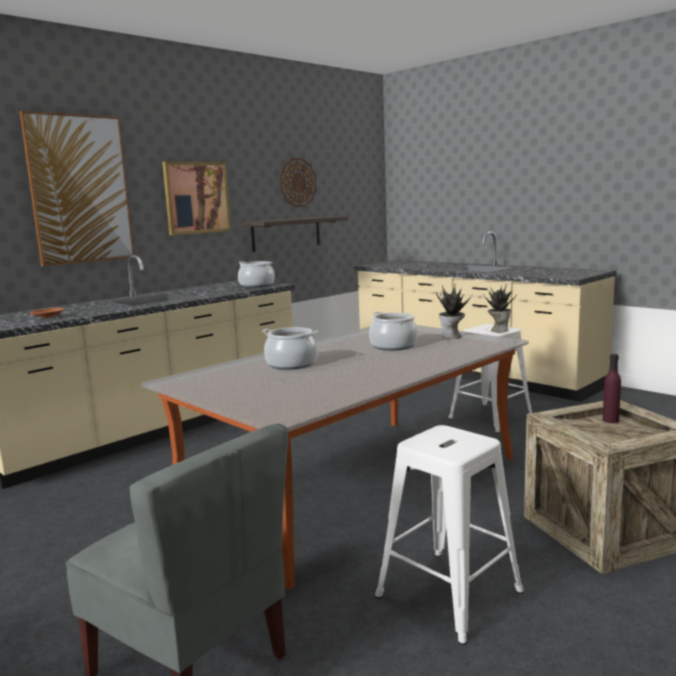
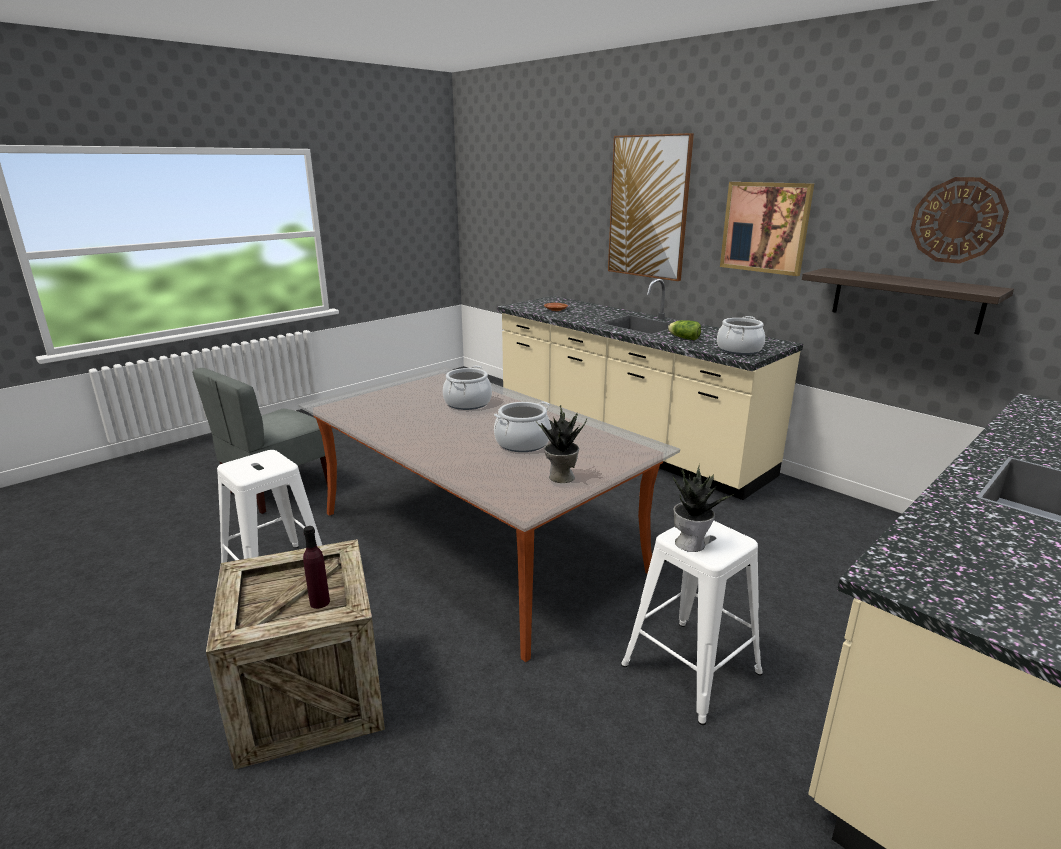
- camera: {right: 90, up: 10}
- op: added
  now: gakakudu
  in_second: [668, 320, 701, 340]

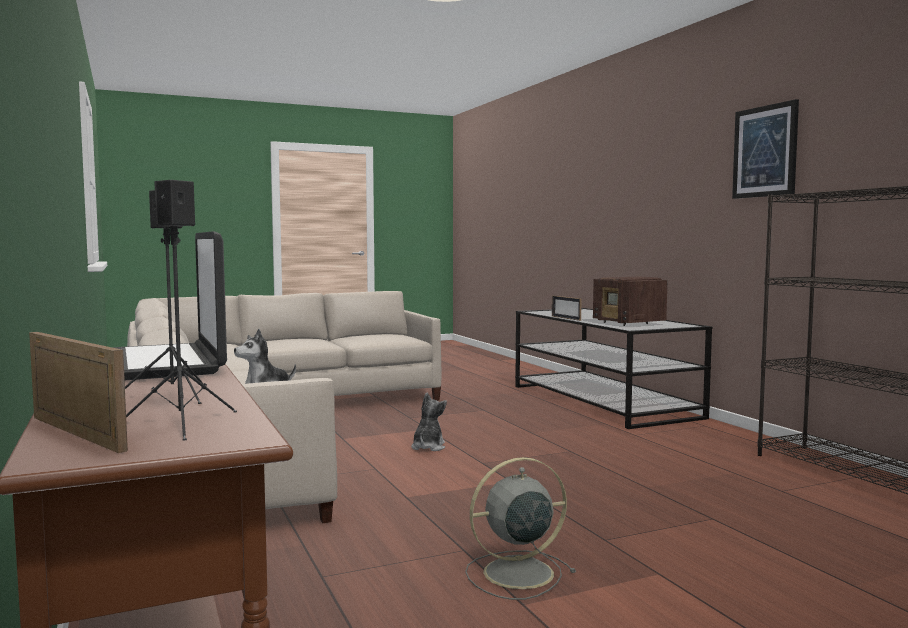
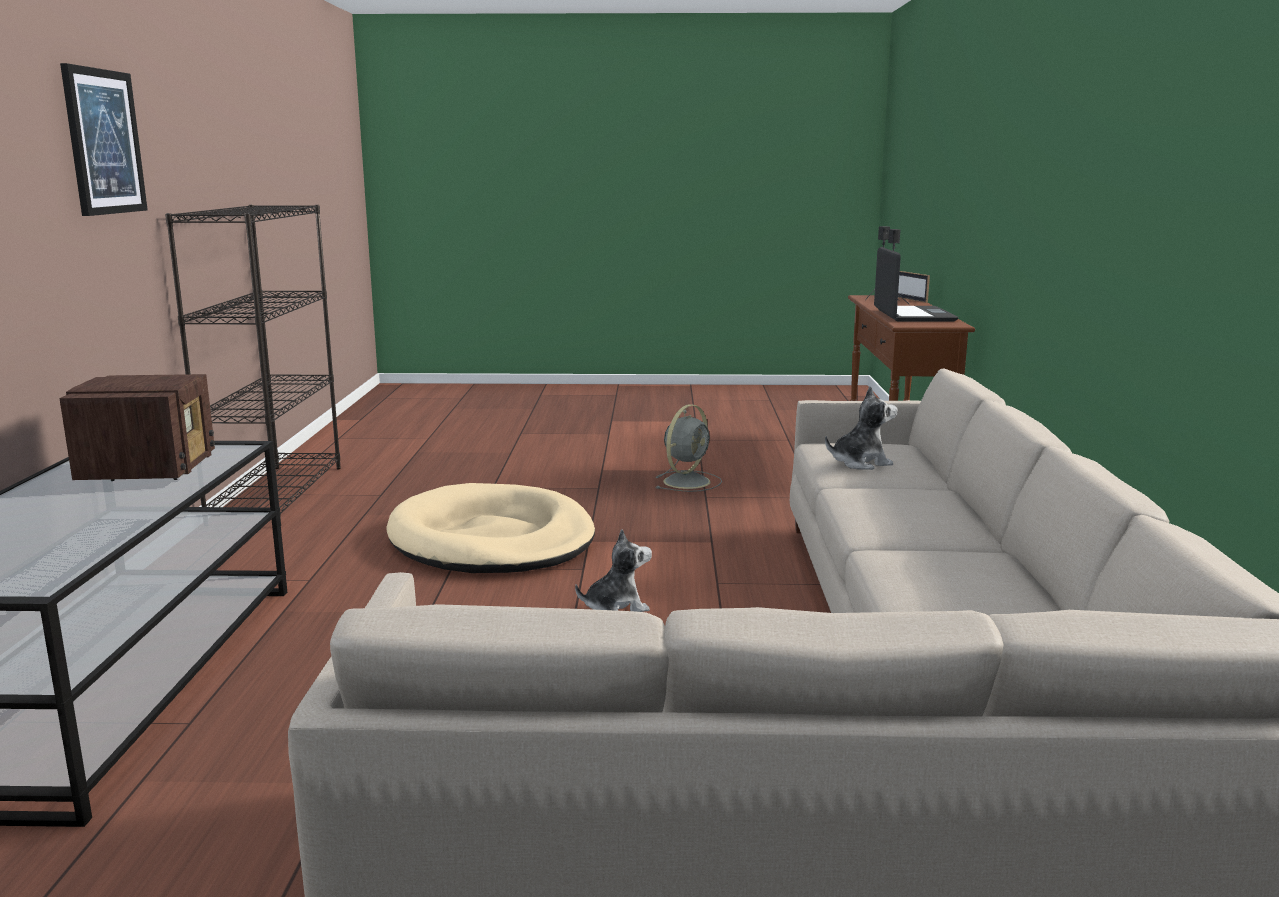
- camera: {right: -155, up: 10}
- op: removed
  was: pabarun
  in_first: [552, 295, 581, 321]
- op: turned
  was: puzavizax
  in_first: [411, 393, 447, 451]
  in_second: [575, 529, 652, 612]
  clockwise: -150
- op: turned
  was: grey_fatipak
  in_first: [465, 457, 576, 600]
  in_second: [656, 404, 722, 492]
  clockwise: -60
- op: added
  now: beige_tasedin
  in_second: [386, 483, 595, 573]

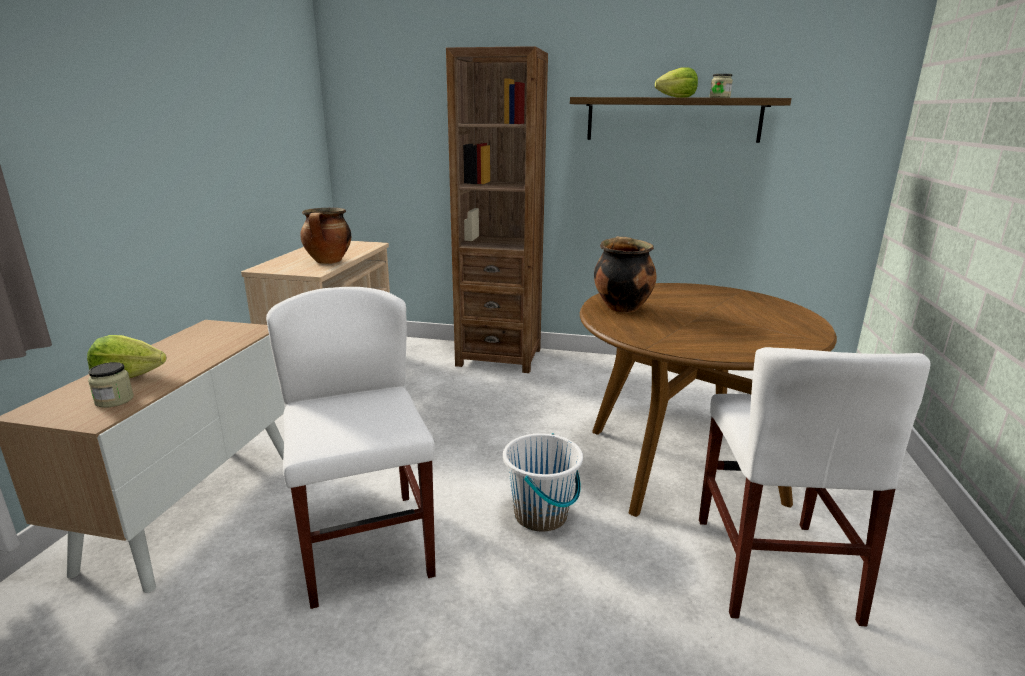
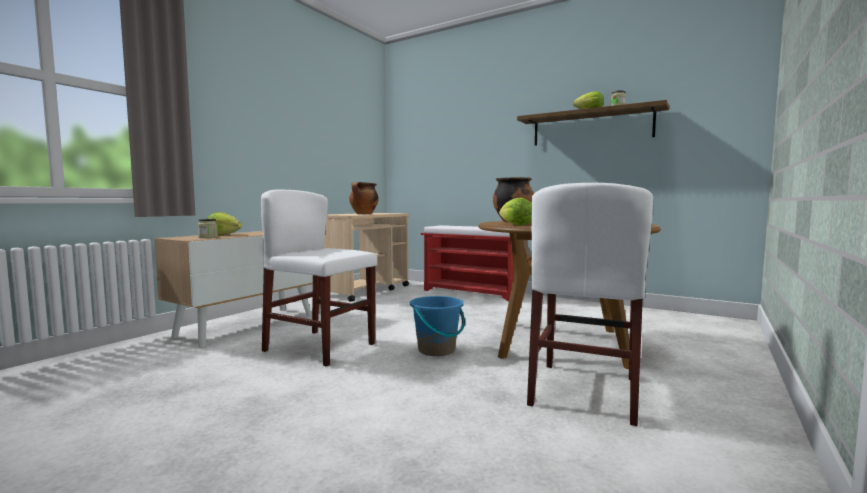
- camera: {right: 20, up: -15}
- op: replaced
  was: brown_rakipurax
  now: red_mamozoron
  in_first: [446, 46, 548, 373]
  in_second: [421, 225, 514, 301]
- op: turned
  was: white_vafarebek
  in_first: [266, 287, 436, 609]
  in_second: [261, 189, 377, 367]
  clockwise: -60
- op: recoloured
  was: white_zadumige
  now: blue_zadumige
  in_first: [503, 433, 583, 532]
  in_second: [410, 296, 465, 356]
- op: added
  now: gakakudu
  in_second: [499, 198, 532, 226]

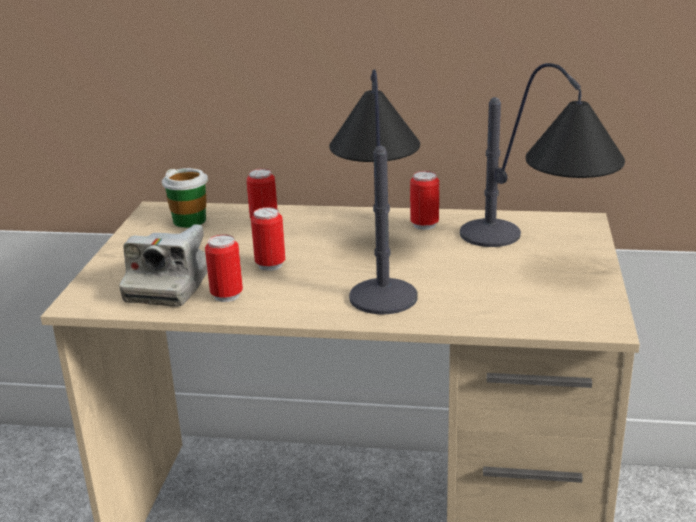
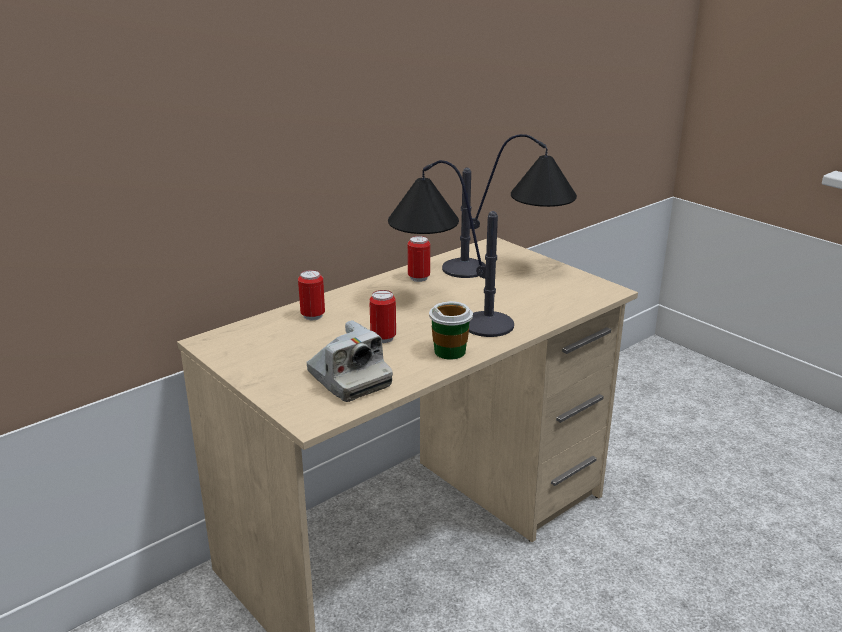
- camera: {right: -50, up: 0}
- op: moved
  was: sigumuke
  in_first: [162, 168, 208, 228]
  in_second: [429, 301, 473, 360]
- op: removed
  was: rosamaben
  in_first: [205, 234, 243, 302]

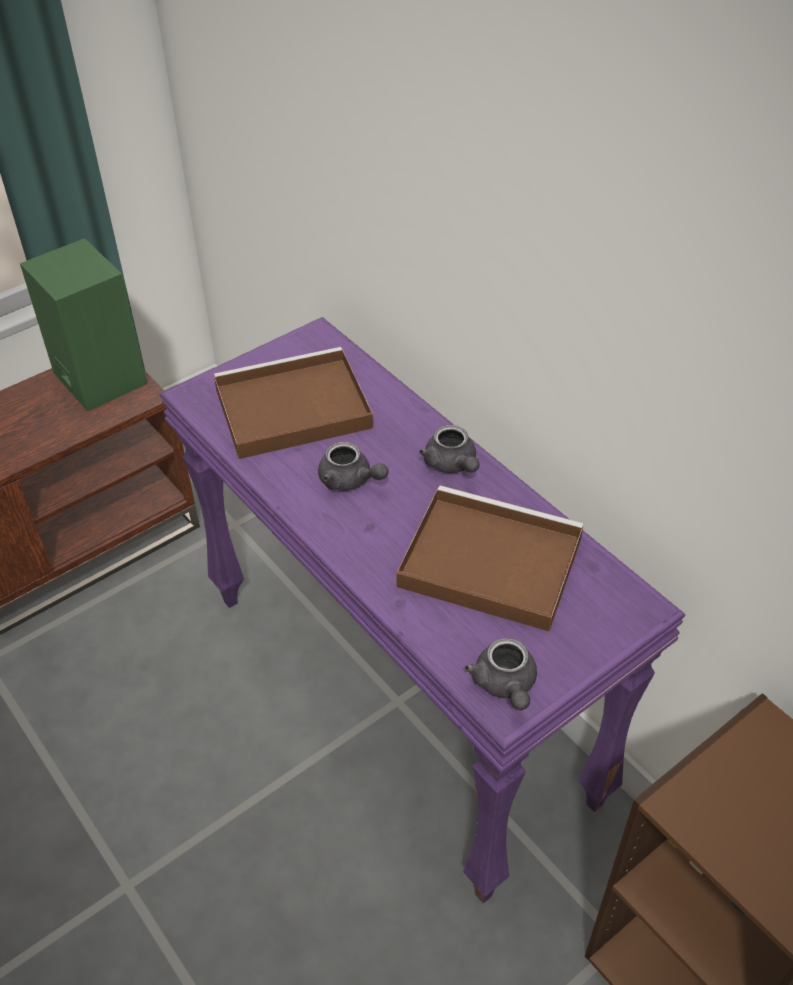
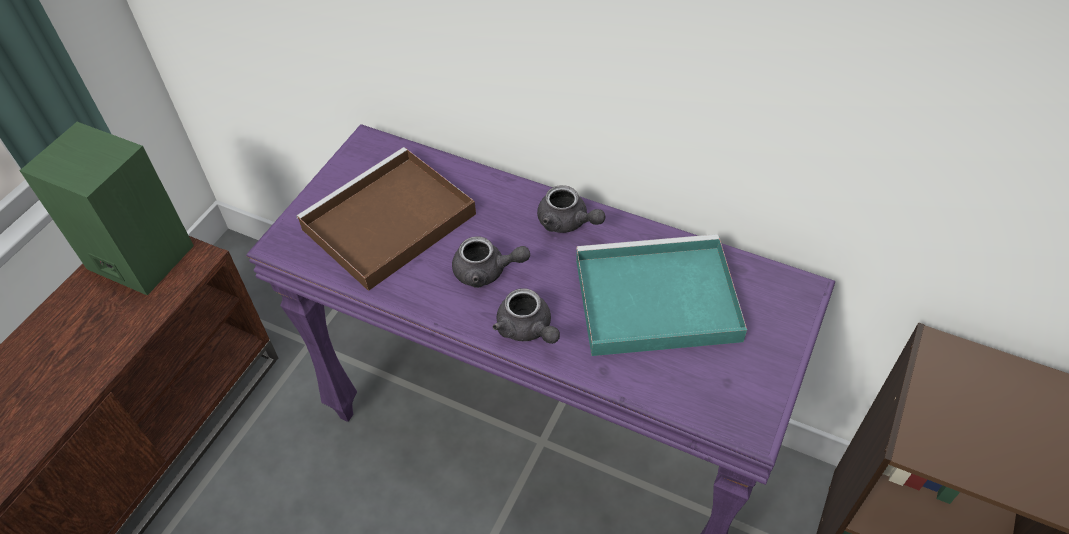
- camera: {right: -25, up: 5}
- op: recoloured
  was: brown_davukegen
  now: turquoise_davukegen
  in_first: [396, 485, 584, 631]
  in_second: [576, 234, 747, 356]
- op: moved
  was: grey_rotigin
  in_first: [464, 638, 537, 711]
  in_second: [493, 288, 560, 344]

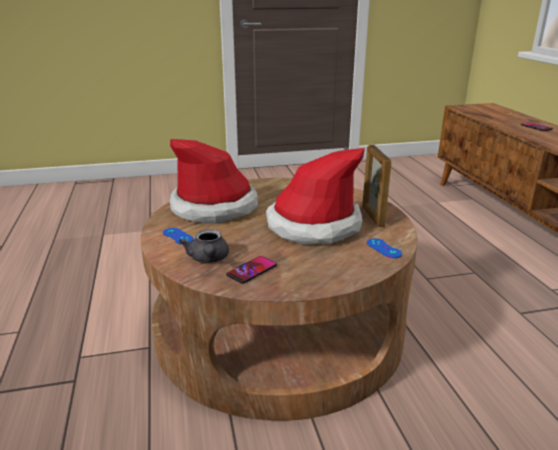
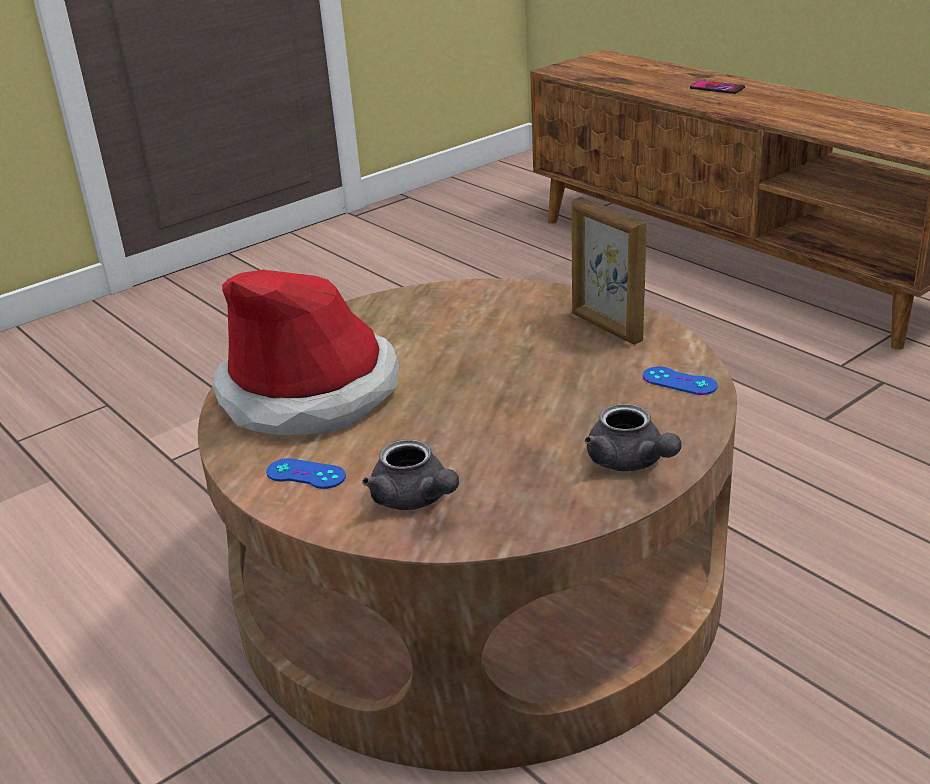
- camera: {right: -25, up: 5}
- op: removed
  was: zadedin
  in_first: [266, 148, 365, 245]
- op: removed
  was: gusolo
  in_first: [226, 256, 277, 284]
- op: added
  now: grey_rotigin
  in_second: [585, 404, 681, 472]

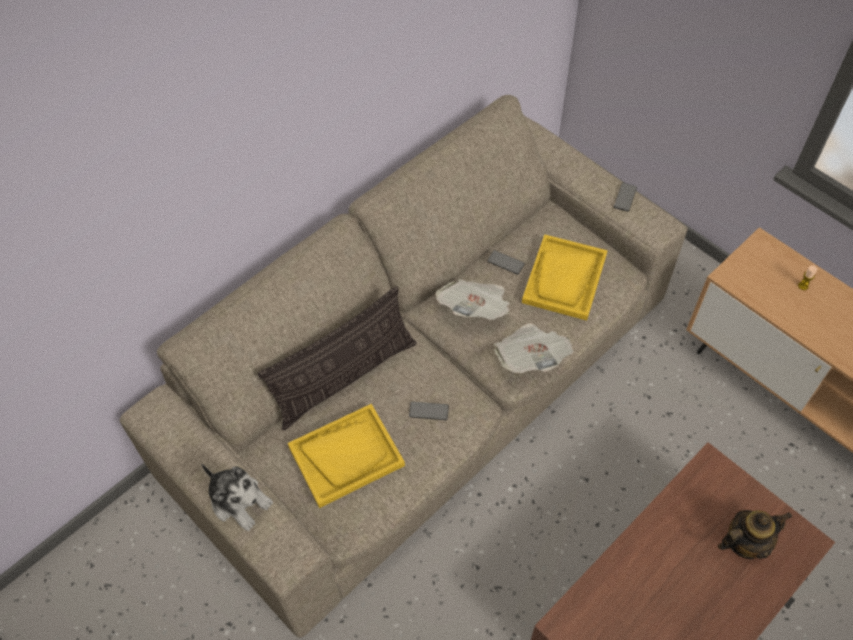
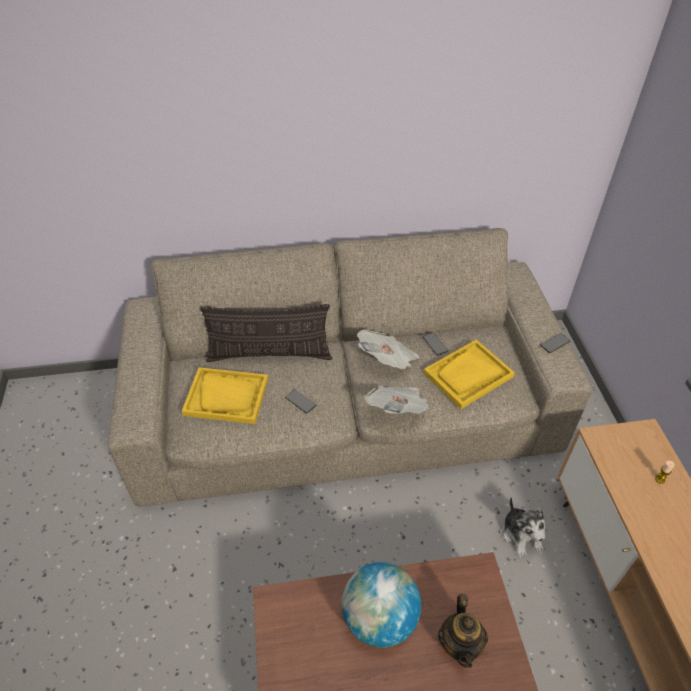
- camera: {right: 35, up: -10}
- op: moved
  was: puzavizax
  in_first: [201, 464, 273, 531]
  in_second: [502, 497, 545, 558]
- op: turned
  was: rotigin
  in_first: [718, 510, 792, 559]
  in_second: [438, 594, 488, 668]
  clockwise: 75
- op: added
  now: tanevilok
  in_second: [342, 562, 421, 648]

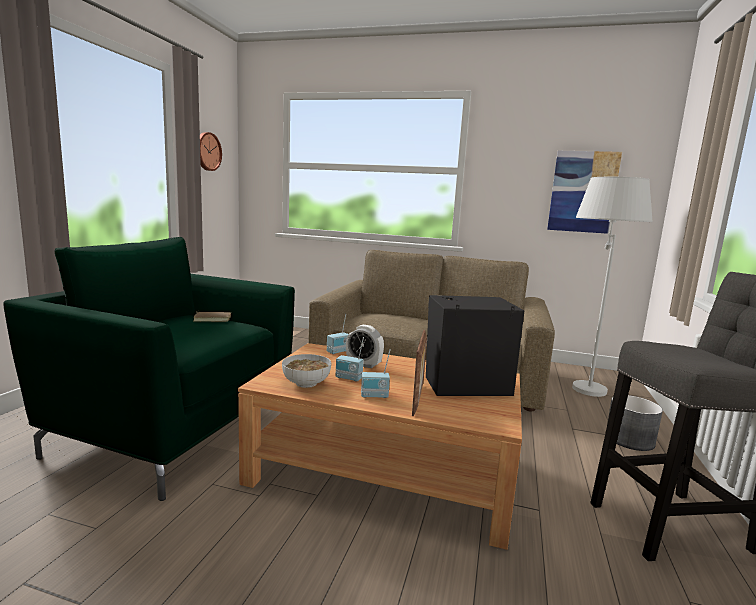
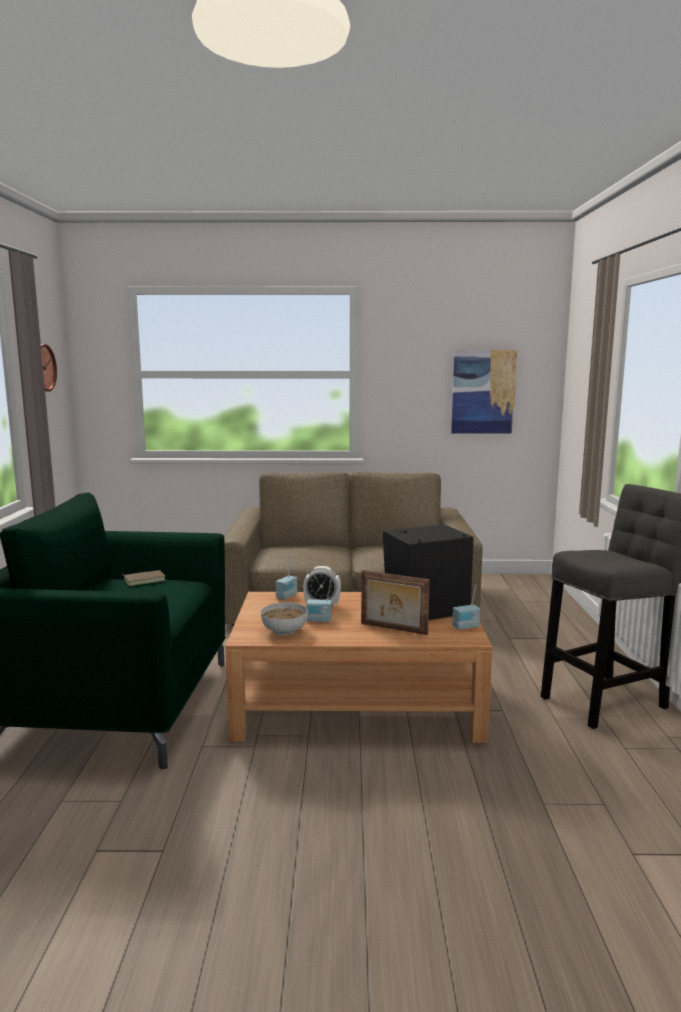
- camera: {right: -15, up: 0}
- op: removed
  was: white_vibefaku
  in_first: [572, 177, 652, 397]
- op: turned
  was: pabarun
  in_first: [412, 330, 427, 416]
  in_second: [361, 570, 430, 635]
  clockwise: 120
- op: moved
  was: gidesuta
  in_first: [361, 349, 391, 398]
  in_second: [452, 583, 480, 630]
- op: removed
  was: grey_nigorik
  in_first: [607, 395, 663, 451]

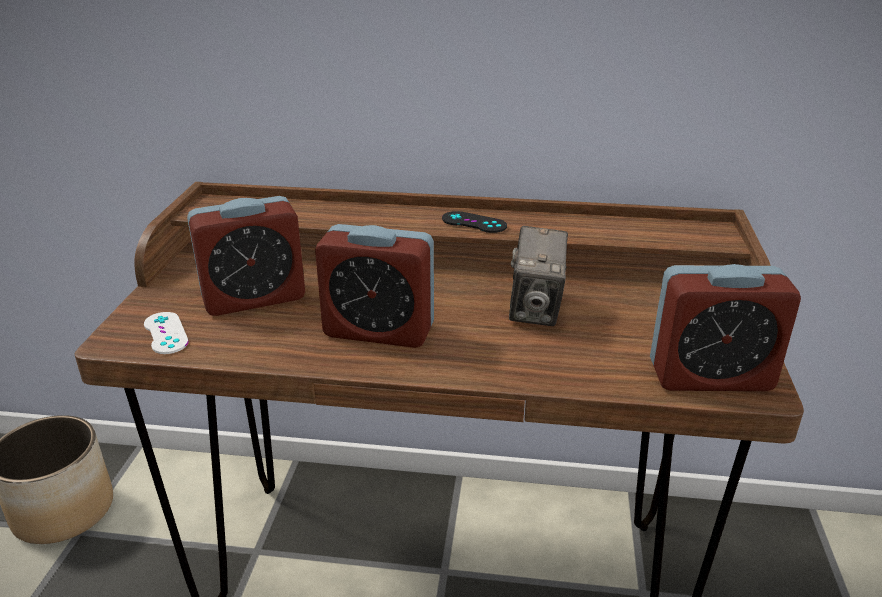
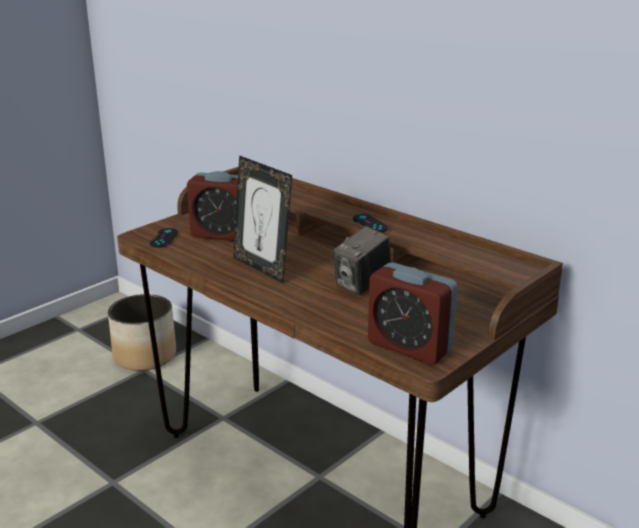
- camera: {right: 35, up: -5}
- op: replaced
  was: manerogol
  now: pabarun
  in_first: [315, 224, 434, 348]
  in_second: [233, 155, 292, 283]
- op: recoloured
  was: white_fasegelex
  now: black_fasegelex
  in_first: [144, 312, 188, 354]
  in_second: [150, 228, 178, 248]

